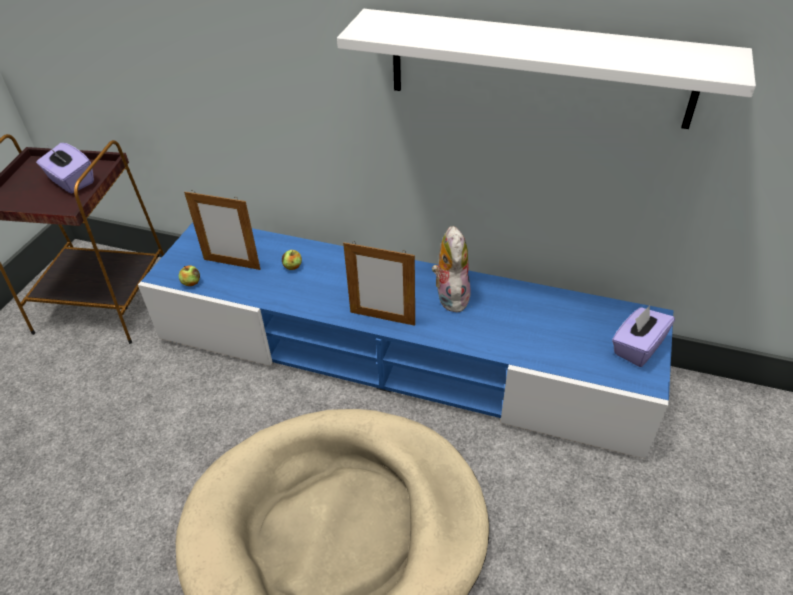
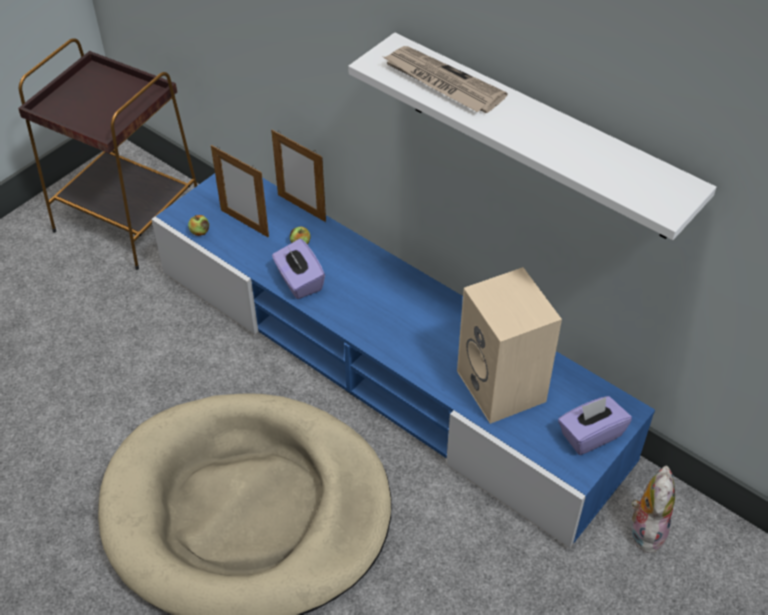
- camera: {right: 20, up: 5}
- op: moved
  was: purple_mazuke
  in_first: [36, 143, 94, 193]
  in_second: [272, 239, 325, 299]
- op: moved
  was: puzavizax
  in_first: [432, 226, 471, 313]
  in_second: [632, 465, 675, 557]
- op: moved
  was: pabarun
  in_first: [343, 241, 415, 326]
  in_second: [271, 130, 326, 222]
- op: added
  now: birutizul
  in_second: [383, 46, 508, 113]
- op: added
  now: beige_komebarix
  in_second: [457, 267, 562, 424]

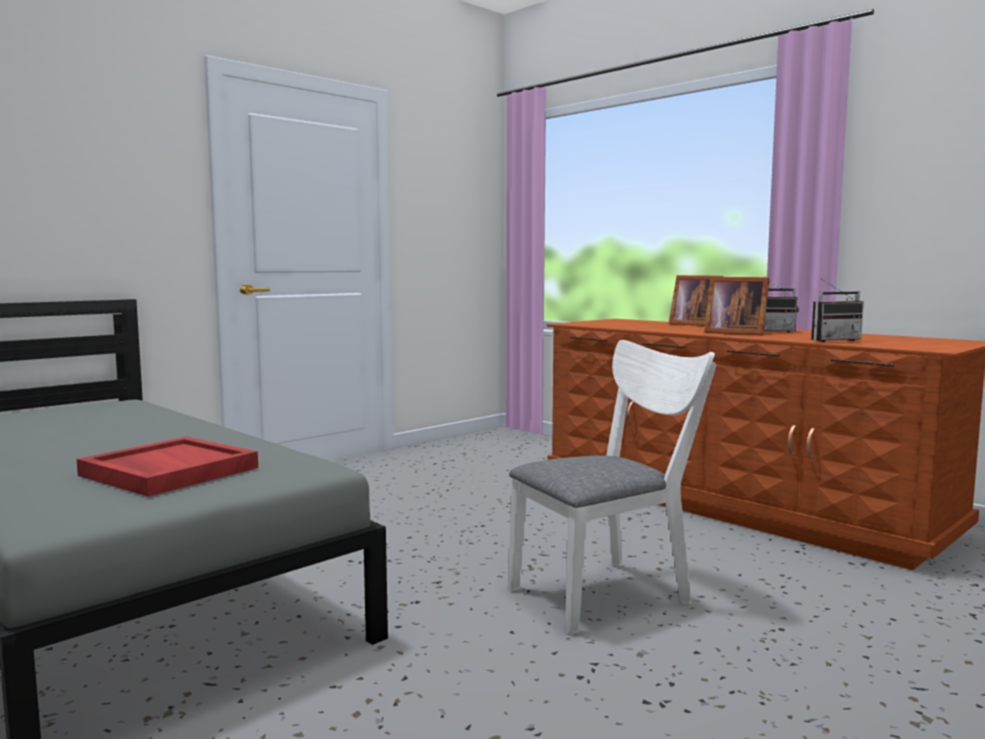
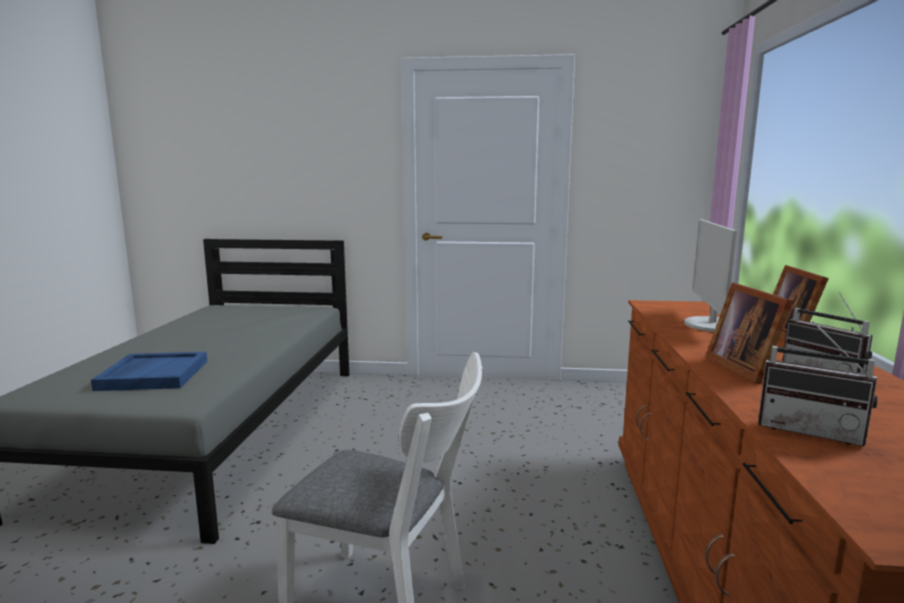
- camera: {right: 50, up: 5}
- op: recoloured
  was: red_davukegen
  now: blue_davukegen
  in_first: [77, 437, 258, 497]
  in_second: [91, 352, 207, 391]
- op: added
  now: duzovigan
  in_second: [684, 219, 737, 332]

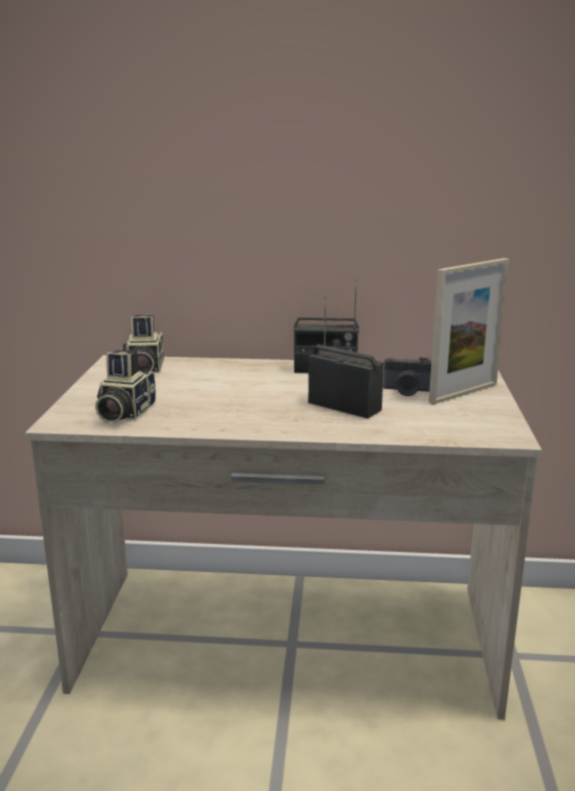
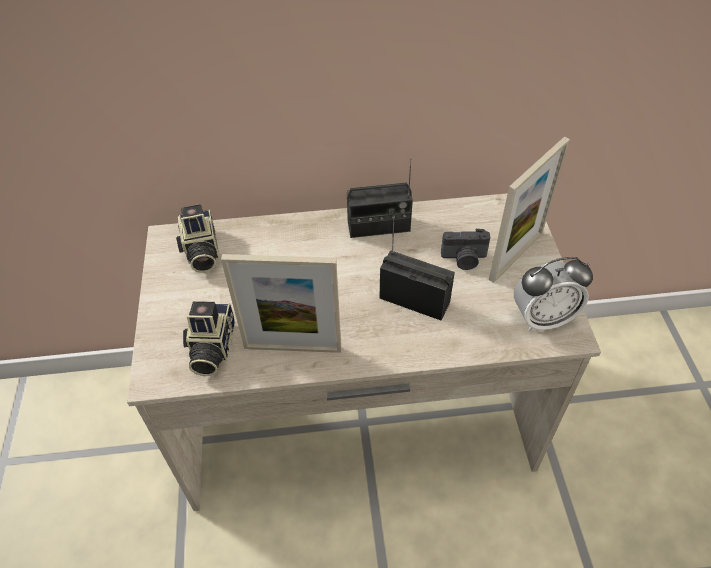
- camera: {right: -10, up: 30}
- op: added
  now: pabarun
  in_second: [221, 254, 341, 353]
- op: added
  now: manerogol
  in_second: [514, 257, 593, 331]

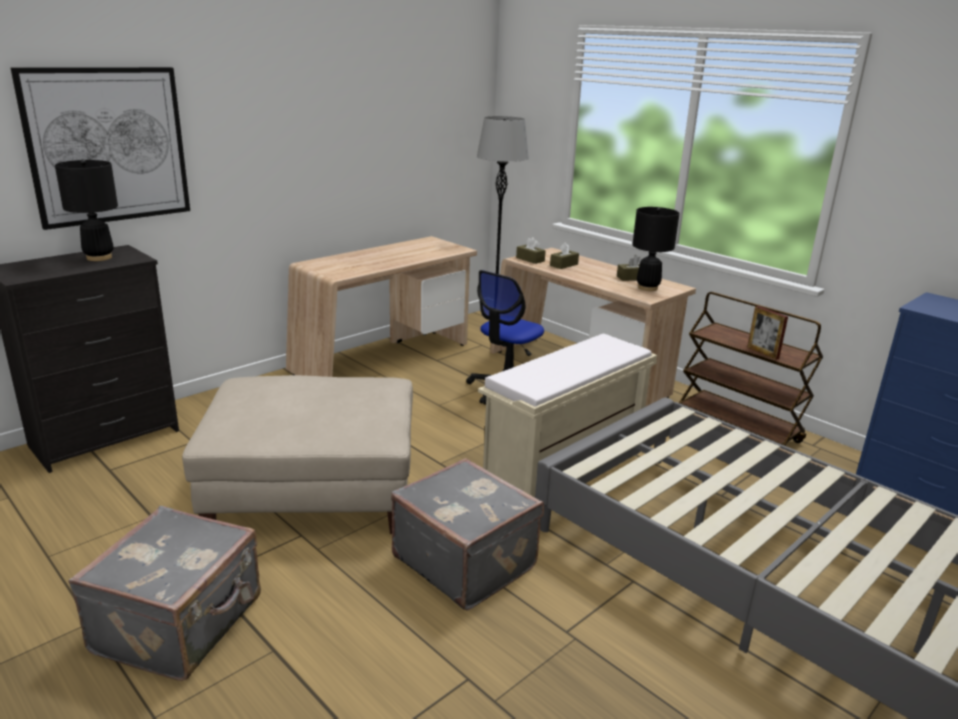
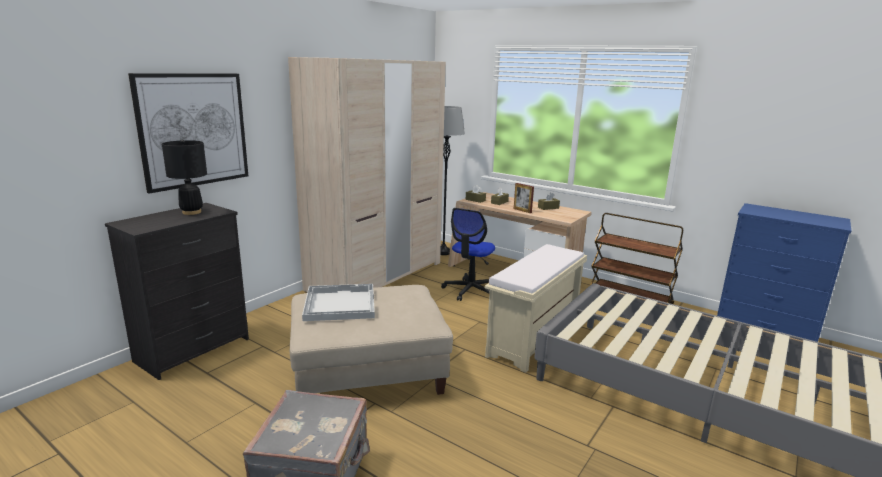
- camera: {right: -10, up: -5}
- op: removed
  was: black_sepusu
  in_first: [632, 207, 680, 291]
- op: replaced
  was: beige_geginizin
  now: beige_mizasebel
  in_first: [286, 236, 477, 377]
  in_second: [288, 57, 446, 293]
- op: moved
  was: pabarun
  in_first: [747, 306, 788, 360]
  in_second: [514, 183, 534, 213]
- op: removed
  was: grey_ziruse
  in_first: [391, 458, 544, 611]
- op: added
  now: white_davukegen
  in_second: [302, 284, 375, 321]

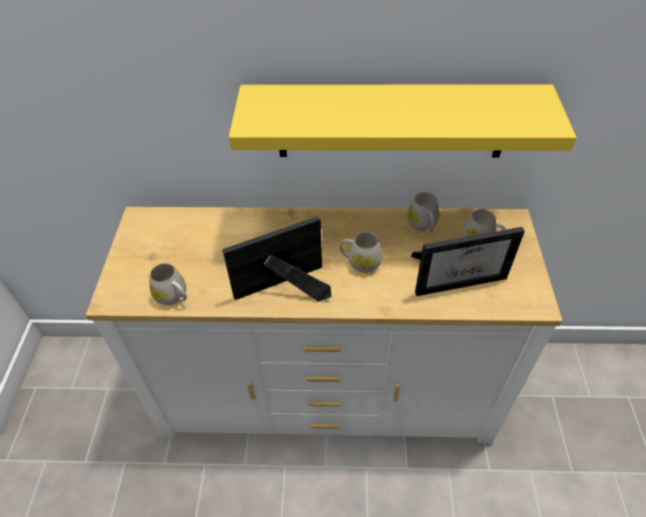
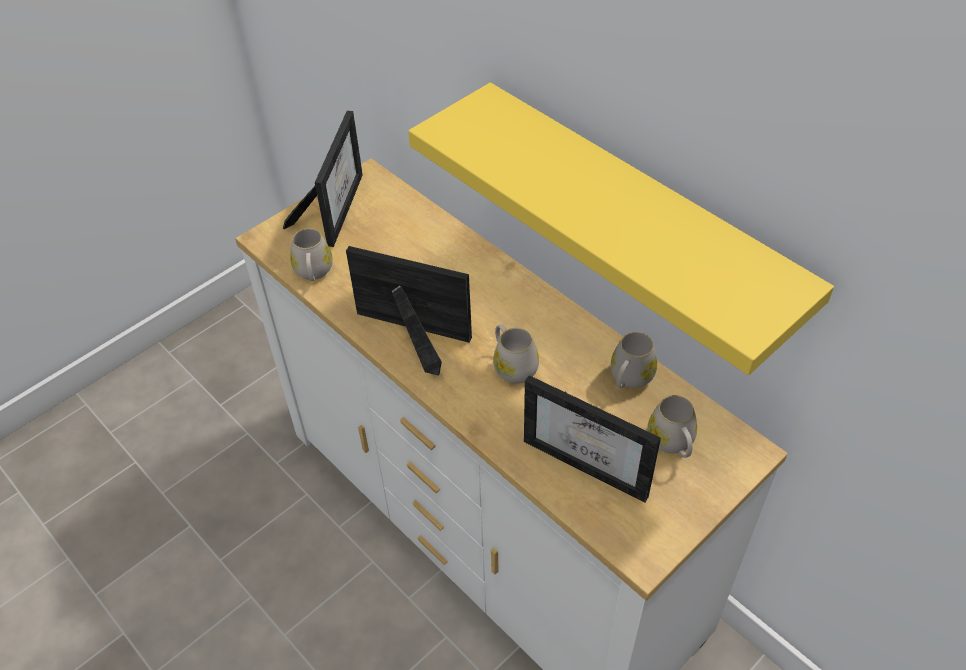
- camera: {right: 45, up: 0}
- op: added
  now: pabarun
  in_second: [283, 111, 363, 247]

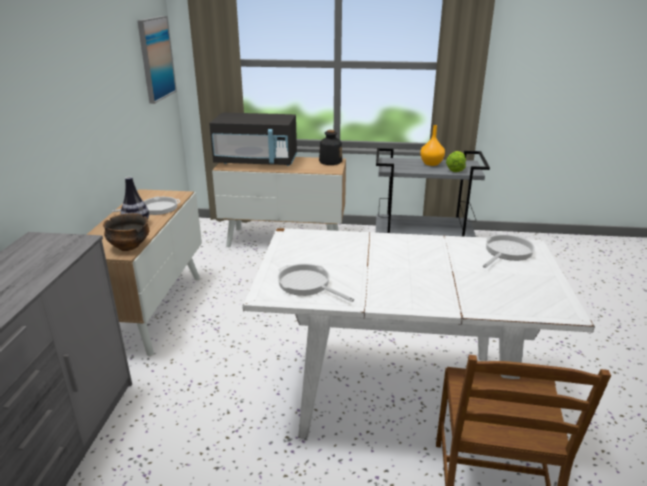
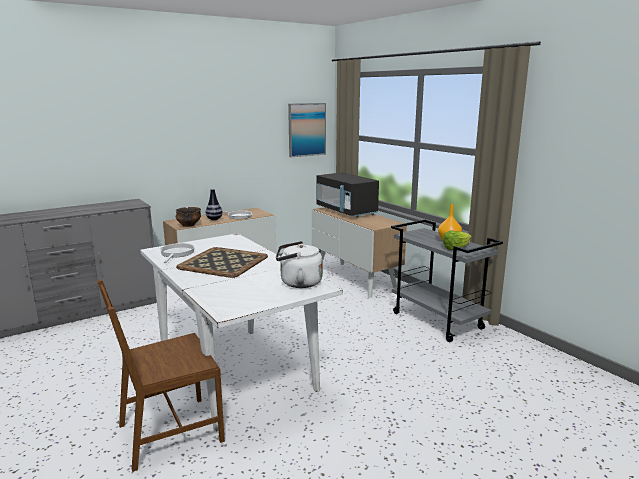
- camera: {right: 50, up: -10}
- op: removed
  was: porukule
  in_first: [319, 130, 342, 165]
- op: replaced
  was: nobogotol
  now: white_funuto
  in_first: [483, 234, 535, 268]
  in_second: [276, 241, 323, 288]
- op: added
  now: davukegen
  in_second: [176, 247, 268, 278]

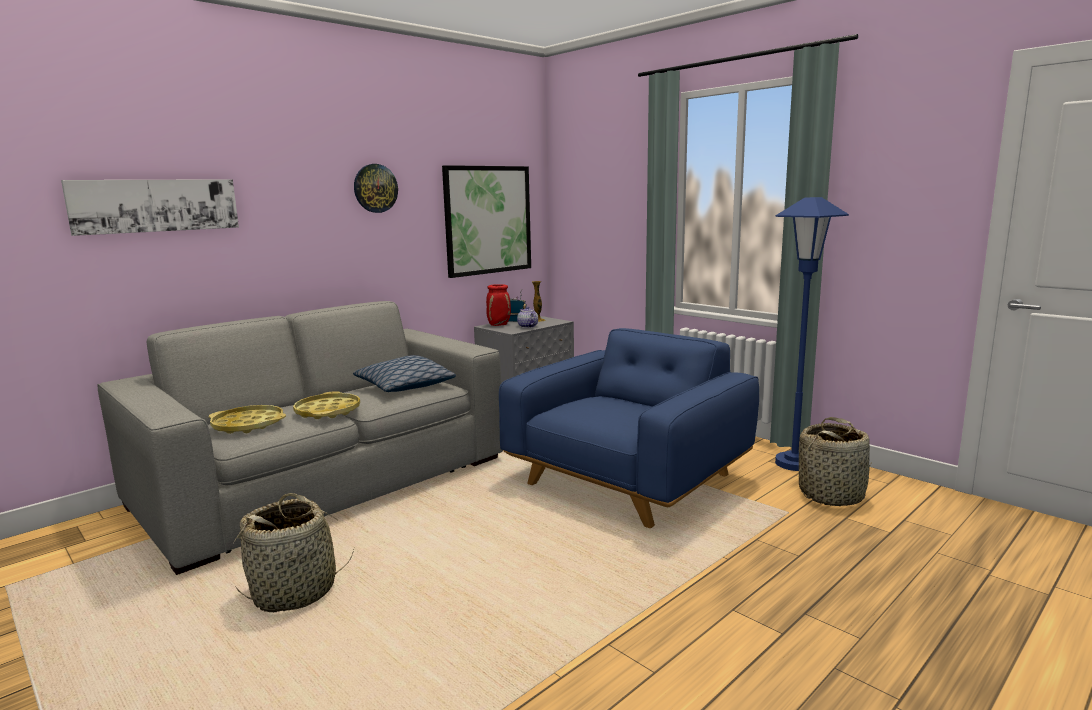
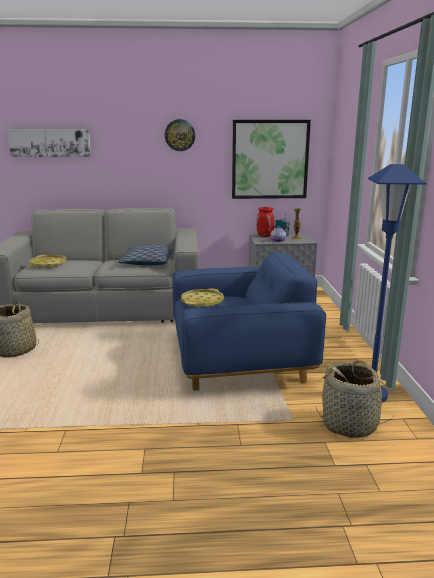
- camera: {right: 40, up: 5}
- op: moved
  was: yellow_davukegen
  in_first: [293, 391, 360, 419]
  in_second: [181, 289, 224, 308]

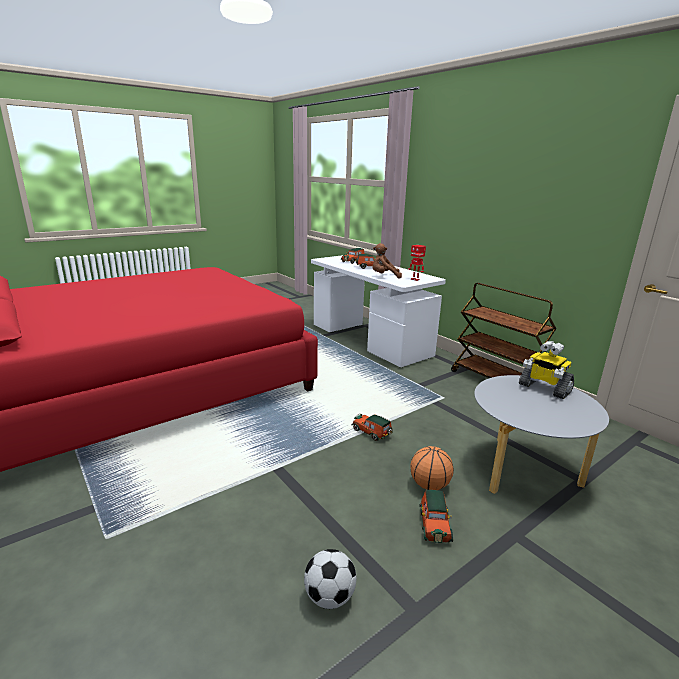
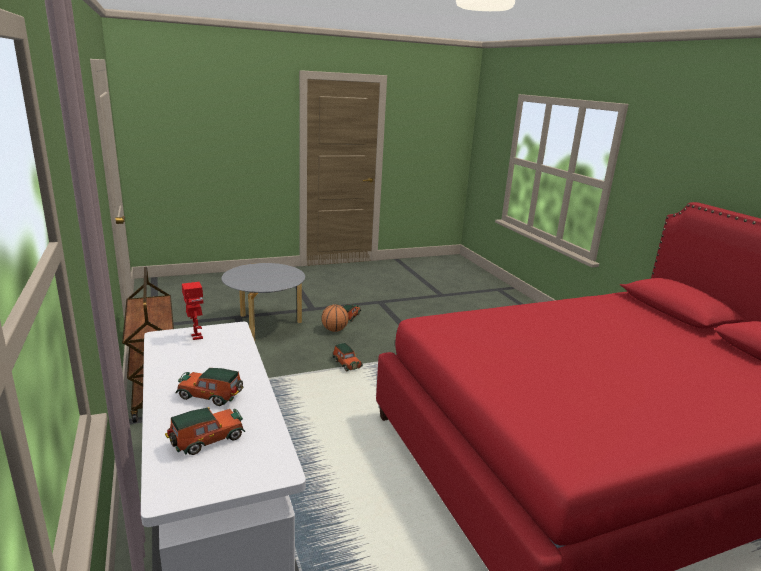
- camera: {right: -165, up: 0}
- op: removed
  was: brown_puzavizax
  in_first: [372, 243, 402, 278]
- op: removed
  was: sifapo
  in_first: [519, 341, 574, 399]
- op: removed
  was: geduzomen
  in_first: [304, 549, 356, 609]

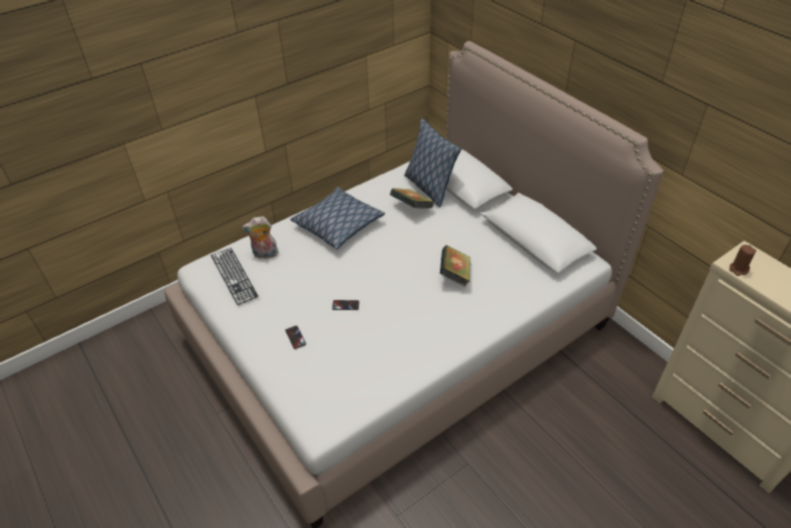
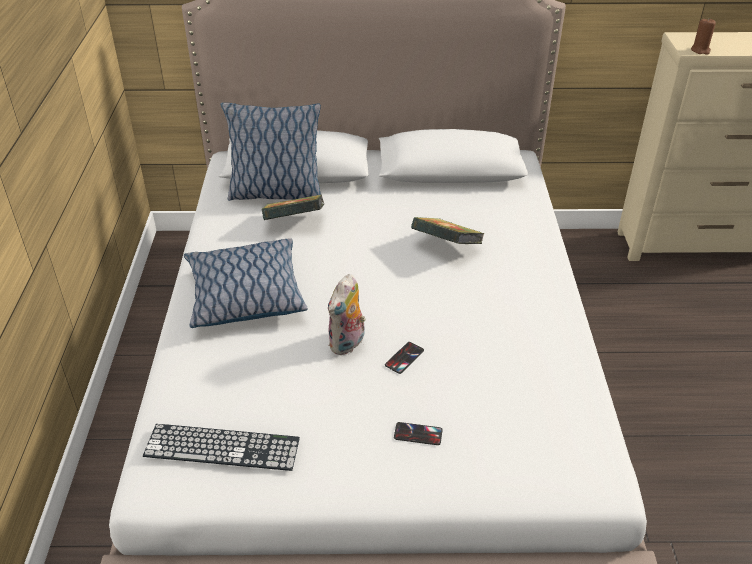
- camera: {right: -55, up: -5}
- op: moved
  was: puzavizax
  in_first: [242, 216, 278, 259]
  in_second: [328, 274, 366, 355]

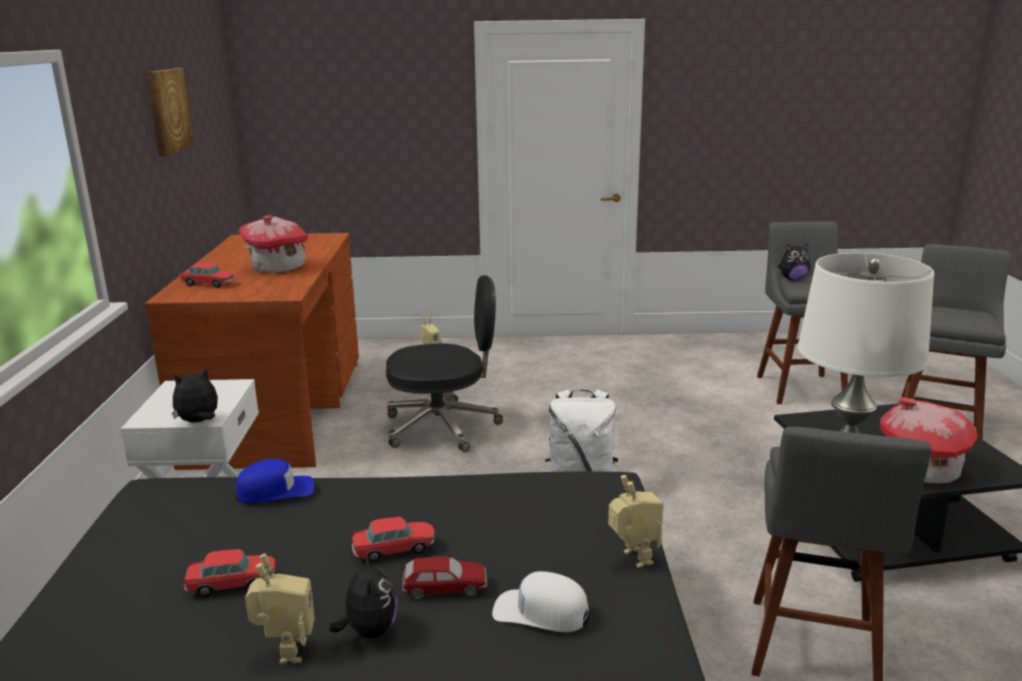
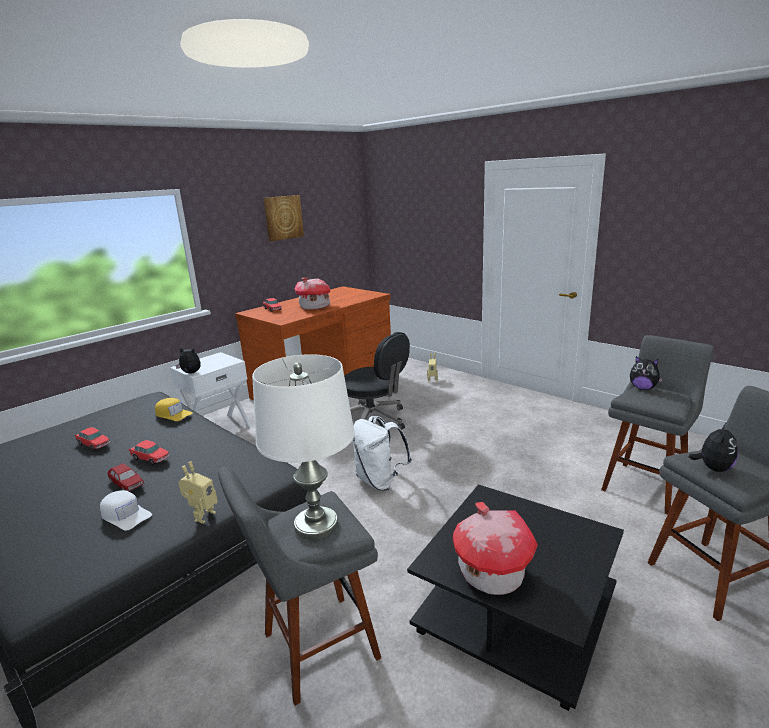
- camera: {right: 45, up: 0}
- op: recoloured
  was: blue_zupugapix
  now: yellow_zupugapix
  in_first: [235, 459, 314, 503]
  in_second: [155, 398, 193, 421]
- op: removed
  was: sifapo
  in_first: [245, 553, 315, 664]
- op: moved
  was: puzavizax
  in_first: [330, 553, 397, 638]
  in_second: [689, 423, 739, 472]
- op: turned
  was: white_zupugapix
  in_first: [492, 571, 590, 632]
  in_second: [100, 490, 152, 531]
  clockwise: 150

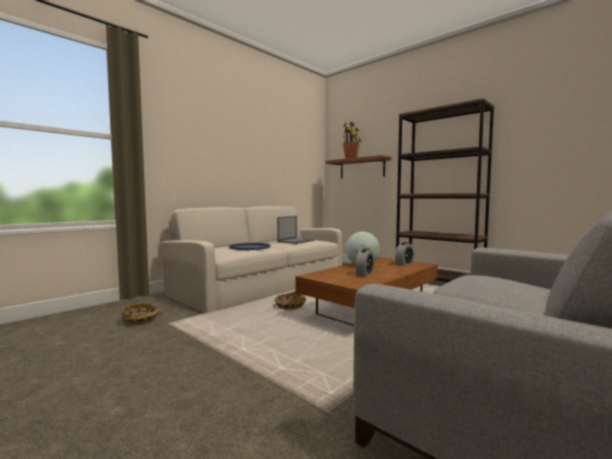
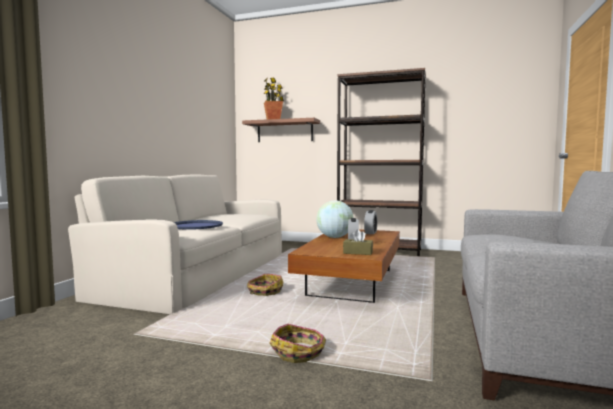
- camera: {right: -25, up: 0}
- op: removed
  was: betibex
  in_first: [277, 216, 315, 244]
- op: moved
  was: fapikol
  in_first: [122, 302, 163, 325]
  in_second: [269, 324, 326, 363]
- op: added
  now: brown_mazuke
  in_second: [343, 229, 373, 255]

